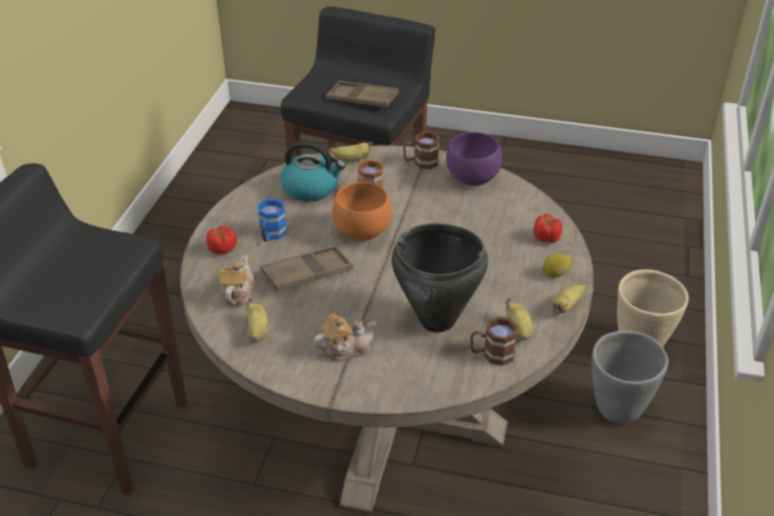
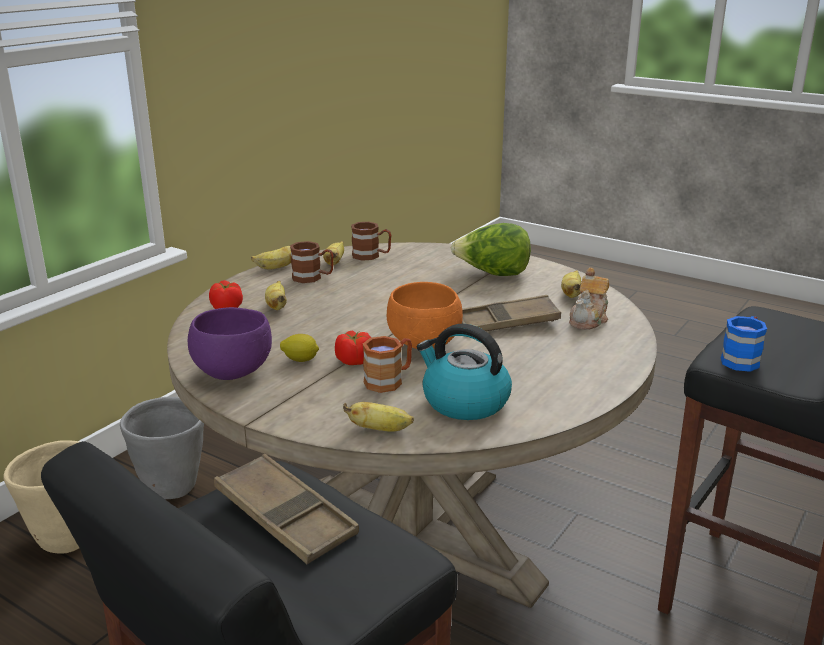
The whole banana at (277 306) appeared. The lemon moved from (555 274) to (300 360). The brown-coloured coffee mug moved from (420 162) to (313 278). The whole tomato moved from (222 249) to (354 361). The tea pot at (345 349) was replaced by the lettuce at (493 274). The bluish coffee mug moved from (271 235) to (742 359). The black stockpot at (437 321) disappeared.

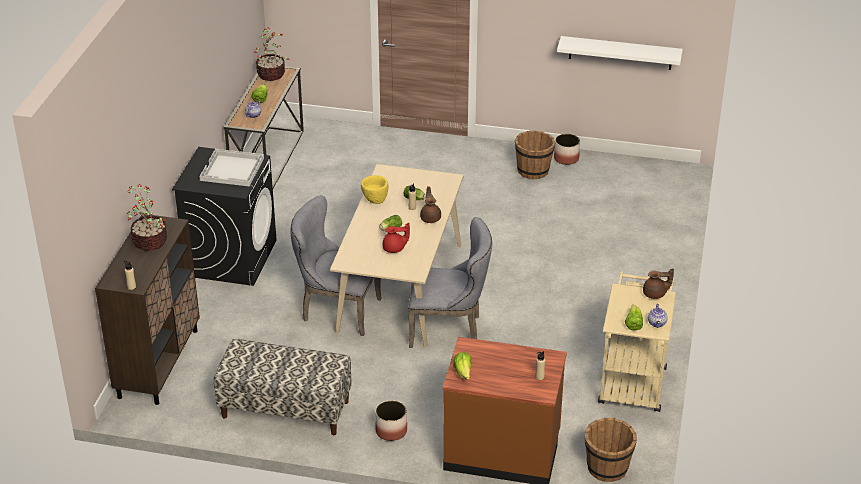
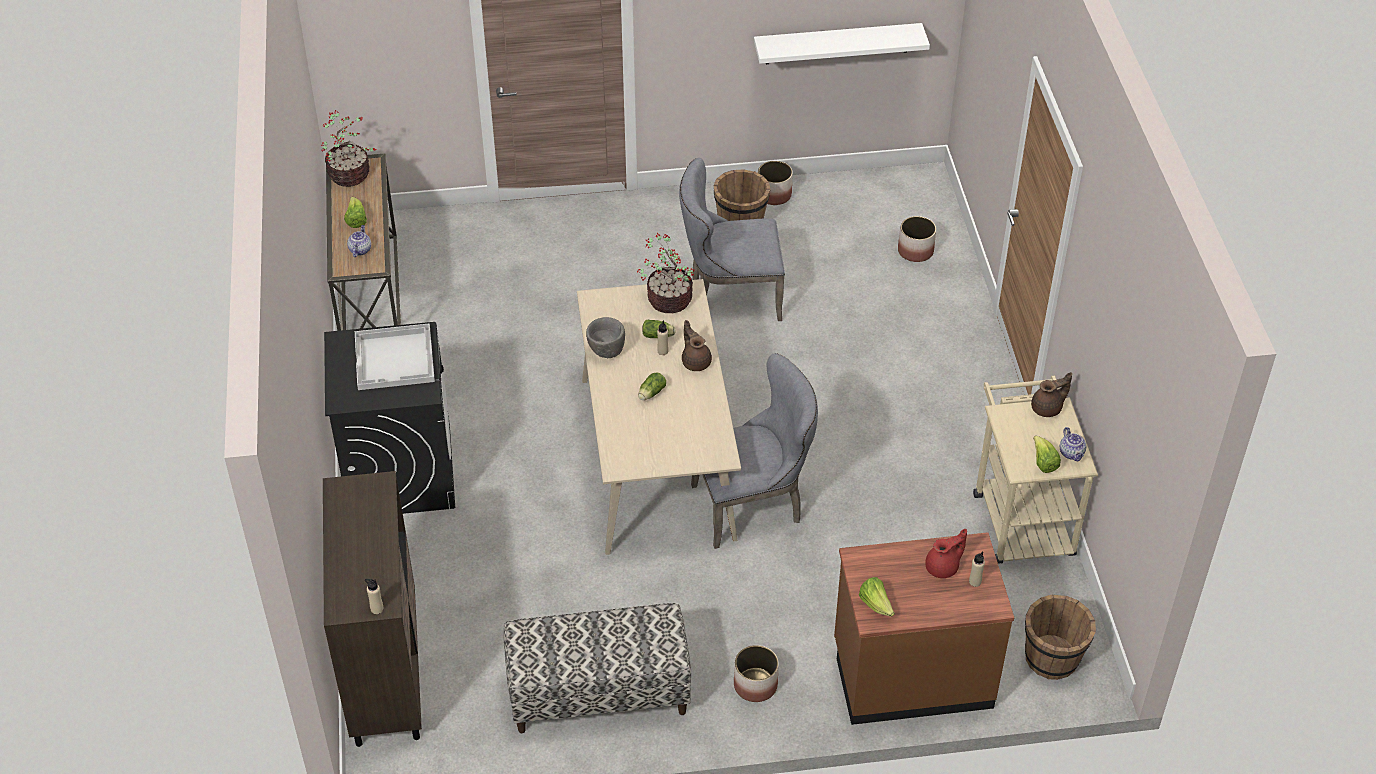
The yellowish bowl at (375 200) became the grey bowl at (606 352). The plant in a pot moved from (149 241) to (668 299). The grey plain chair moved from (336 310) to (729 296). The flower pot at (915 251) appeared. The red-coloured tea pot moved from (395 248) to (943 567).

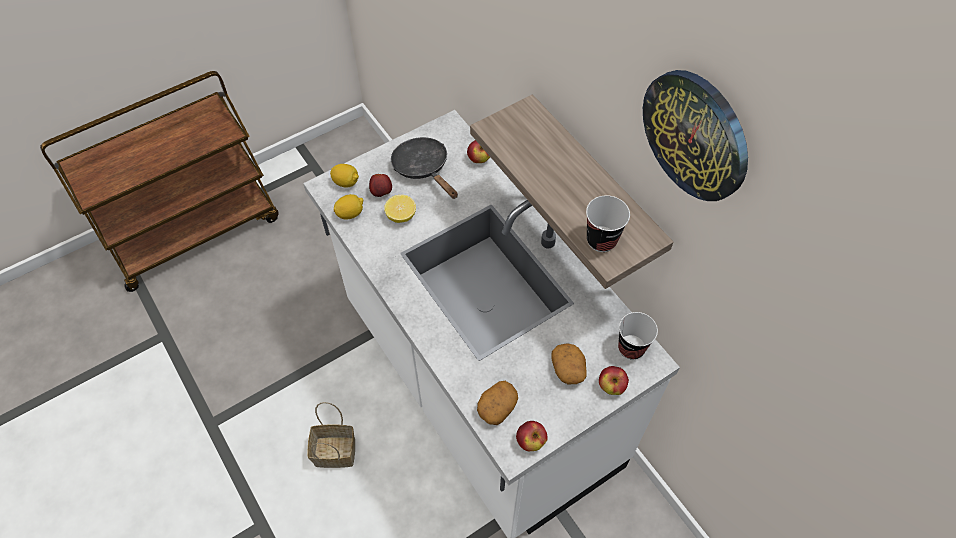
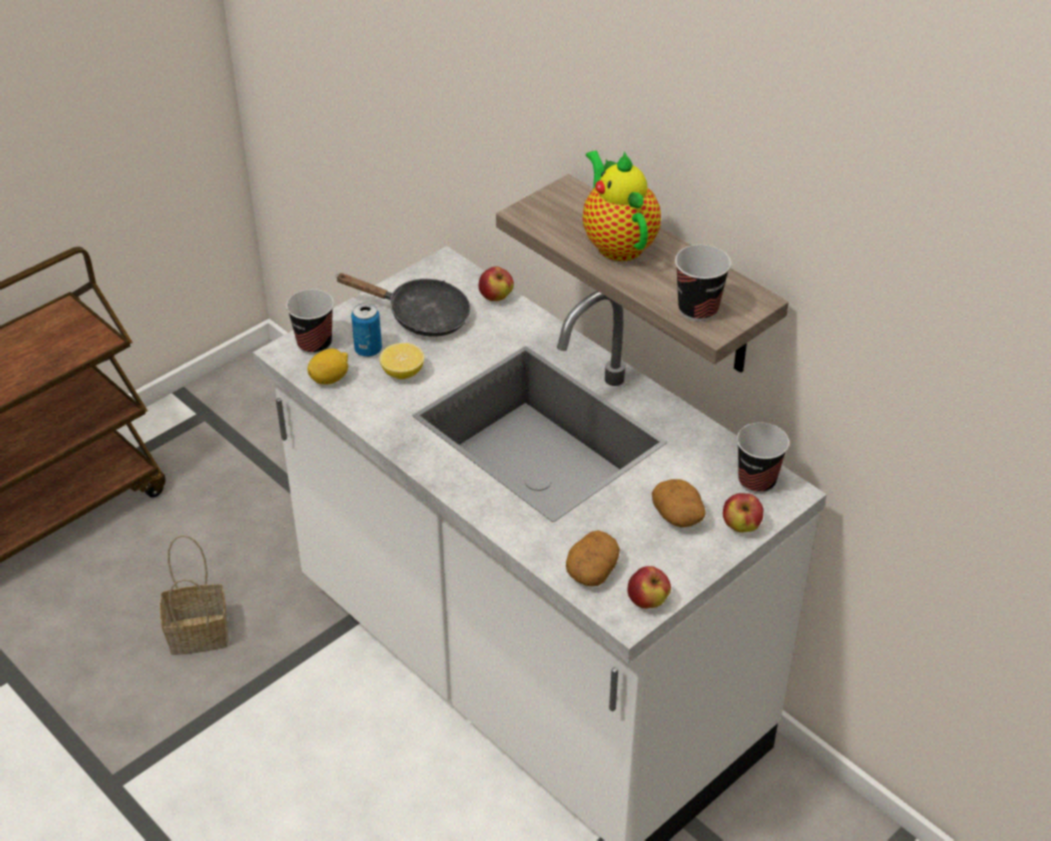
The household basket moved from (336 451) to (200 633). The lemon at (346 182) was replaced by the drinking cup at (314 344). The black frying pan at (423 168) turned 150 degrees clockwise. The apple at (381 192) was replaced by the can at (368 350). The tea pot at (617 243) appeared. The hanging clock at (696 135) disappeared.

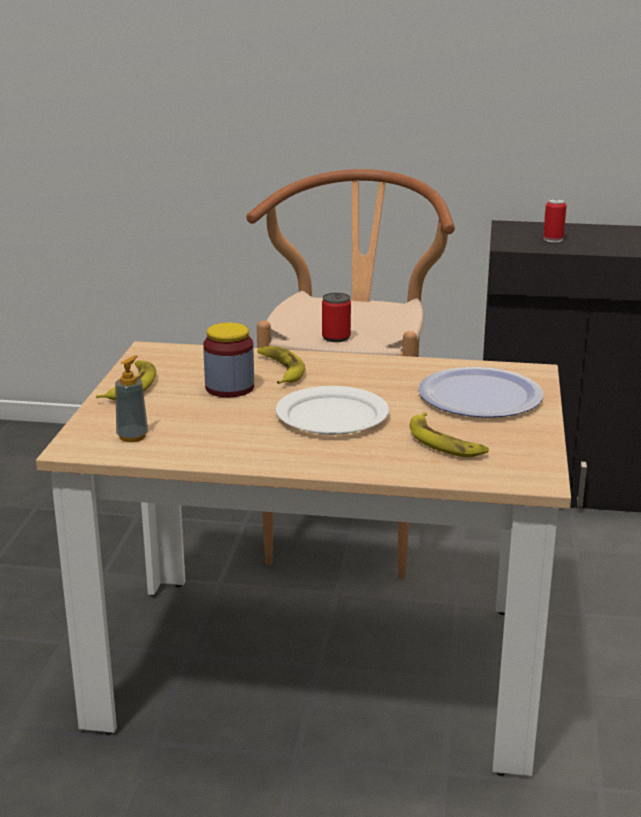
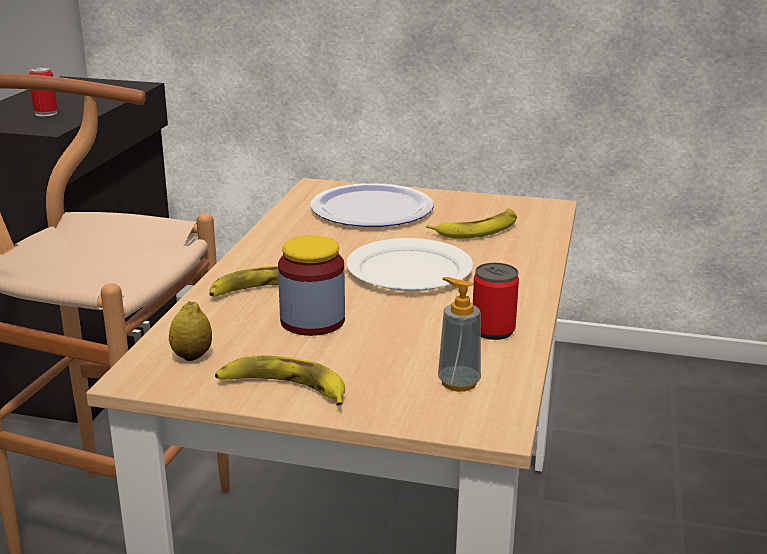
The lemon at (192 356) appeared. The can moved from (336 337) to (493 330).

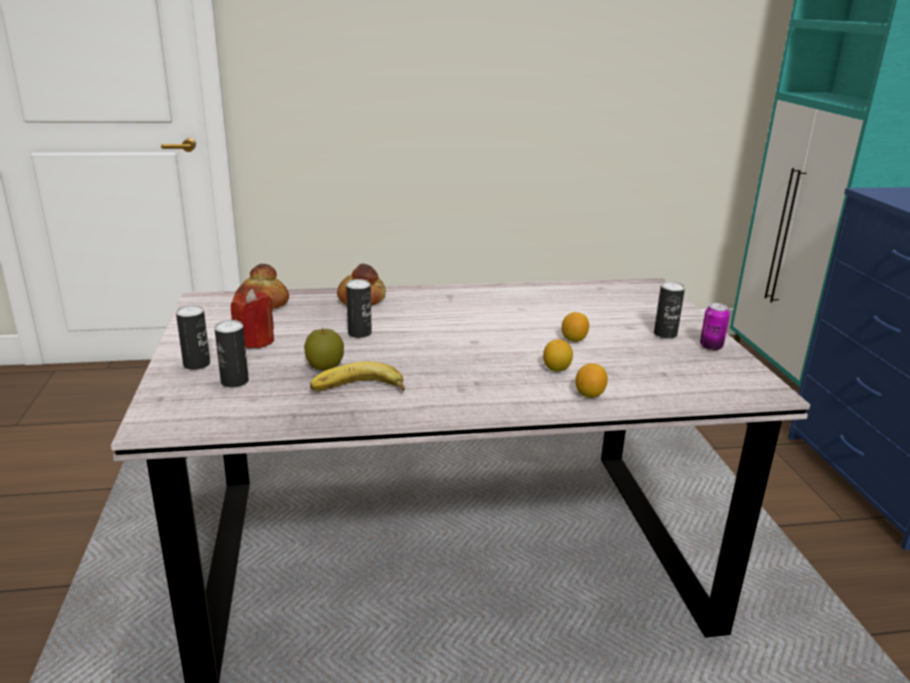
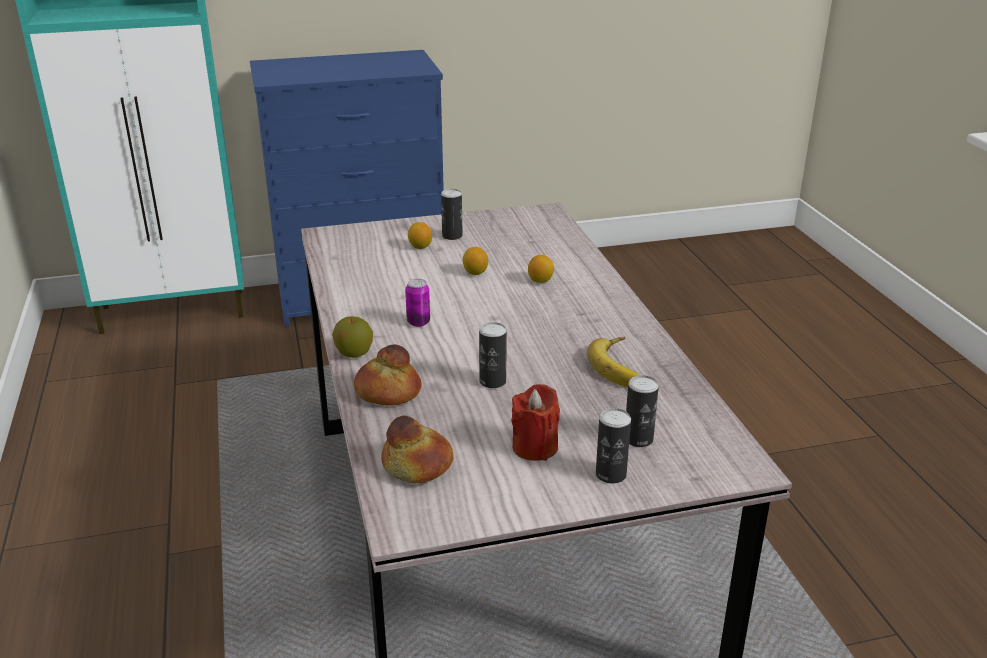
The apple moved from (325 367) to (354 353). The can moved from (711 346) to (418 322). The lemon moved from (589 394) to (420 247).

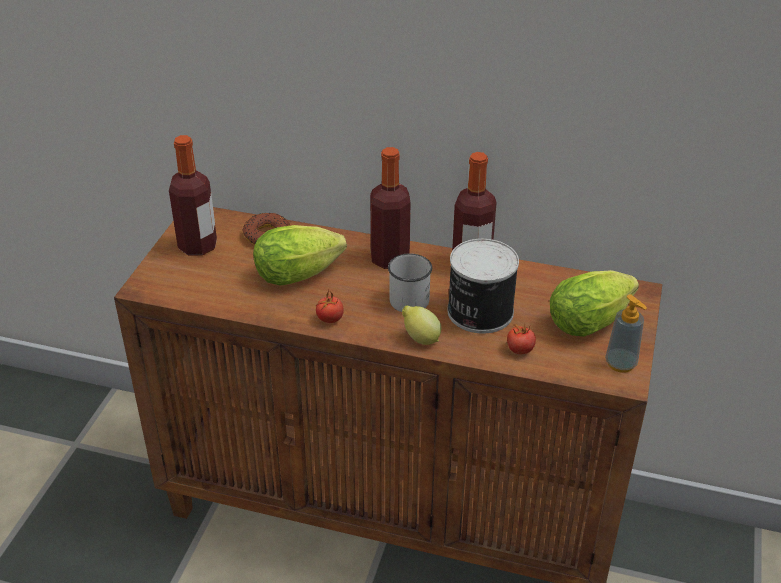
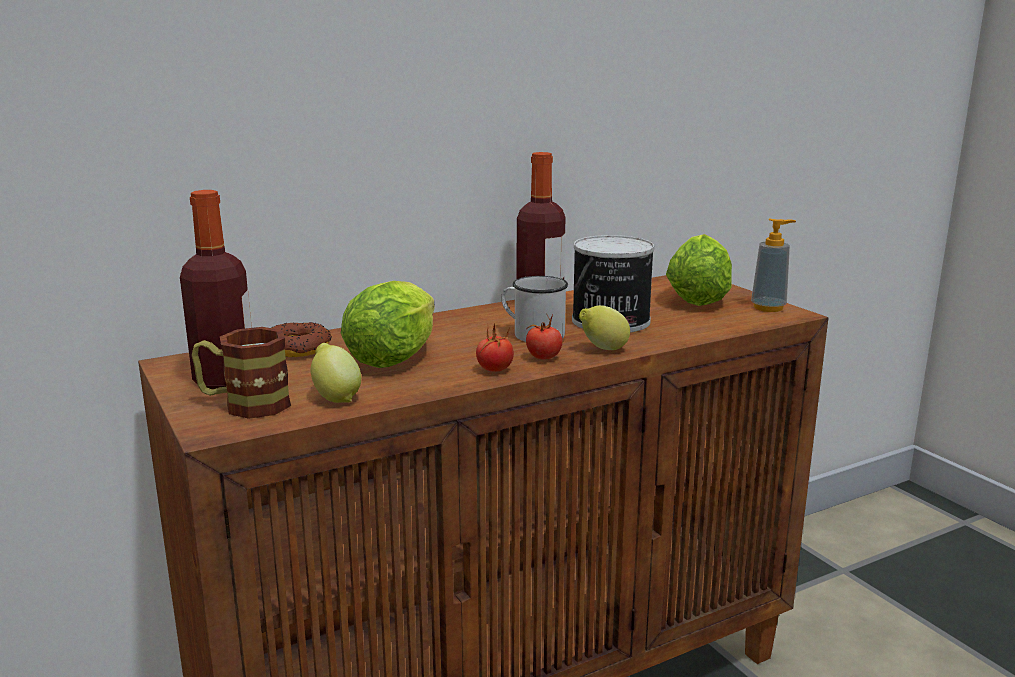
The coffee mug at (244 405) appeared. The lemon at (336 397) appeared. The whole tomato moved from (520 350) to (543 357). The beverage bottle at (390 259) disappeared.

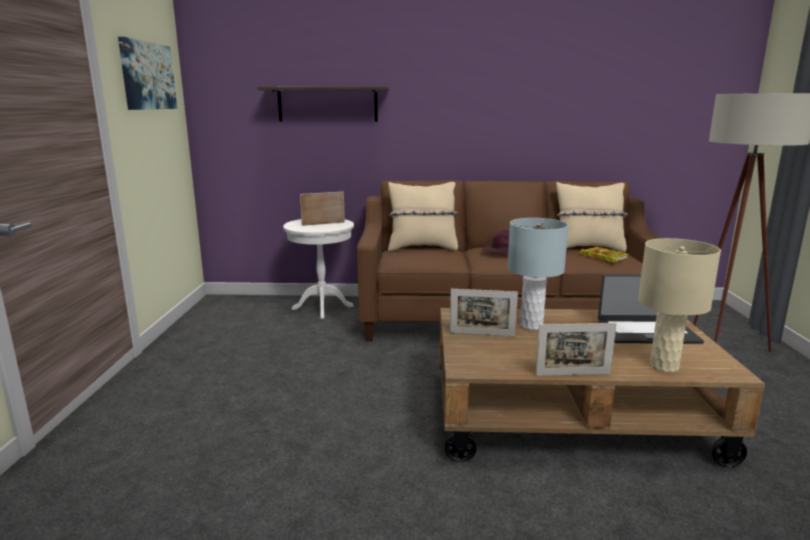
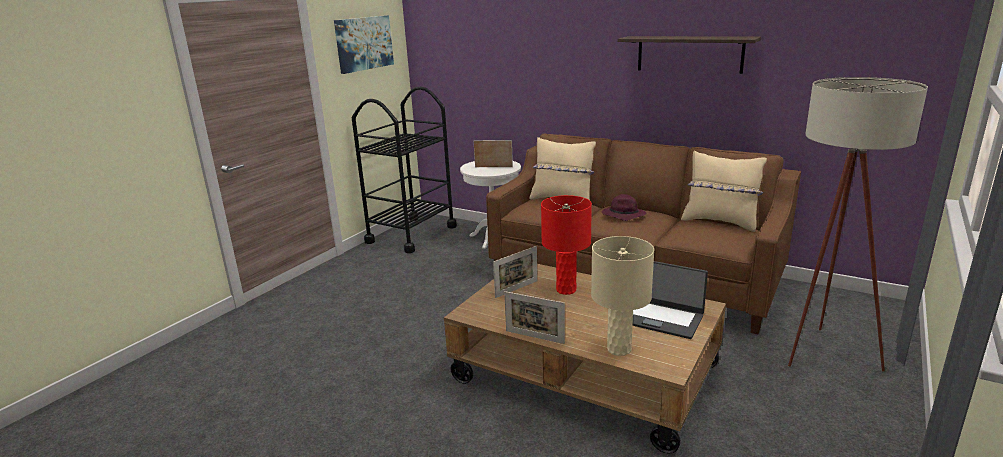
The black wheeled cart at (411 234) appeared. The standing frame at (482 334) turned 75 degrees counterclockwise. The grey tabletop lamp at (531 325) became the red-coloured tabletop lamp at (566 290). The bracket shelf moved from (327 104) to (689 54). The book at (603 256) disappeared.

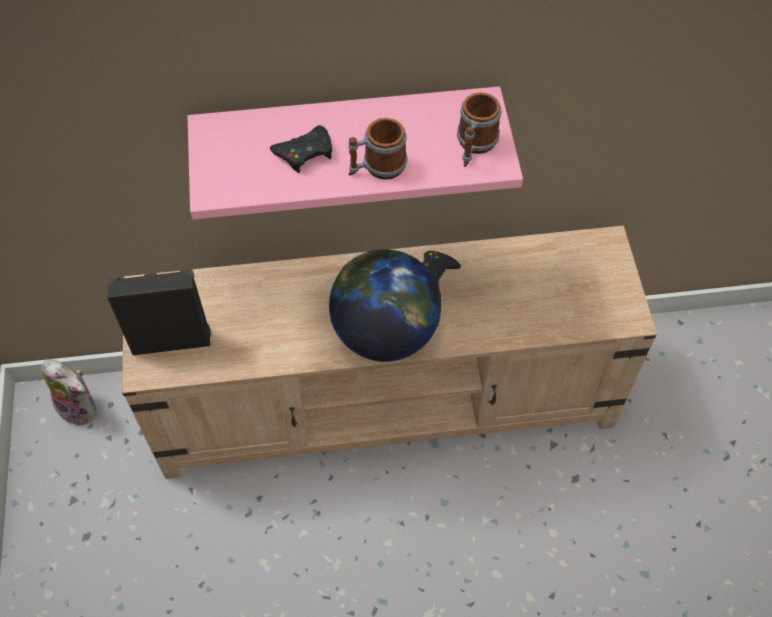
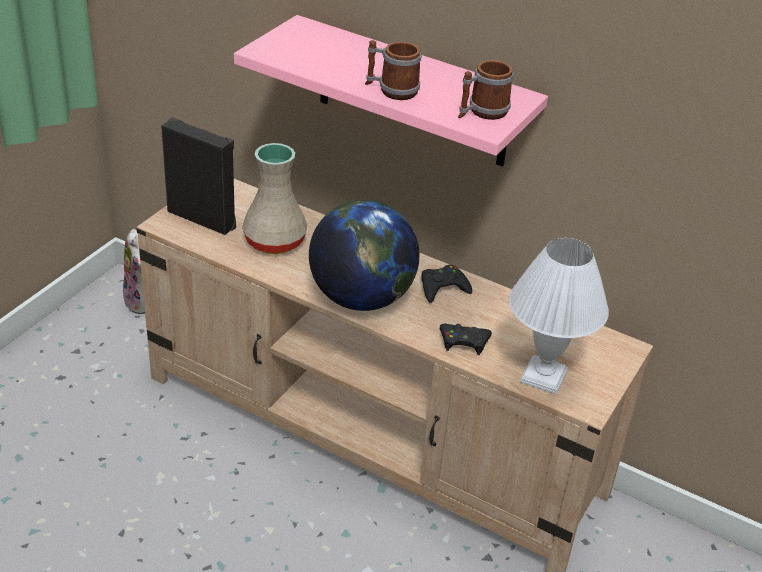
The sand-coloured decorative vase at (276 241) appeared. The black game controller moved from (305 152) to (464 341). The white-coloured tabletop lamp at (543 375) appeared.

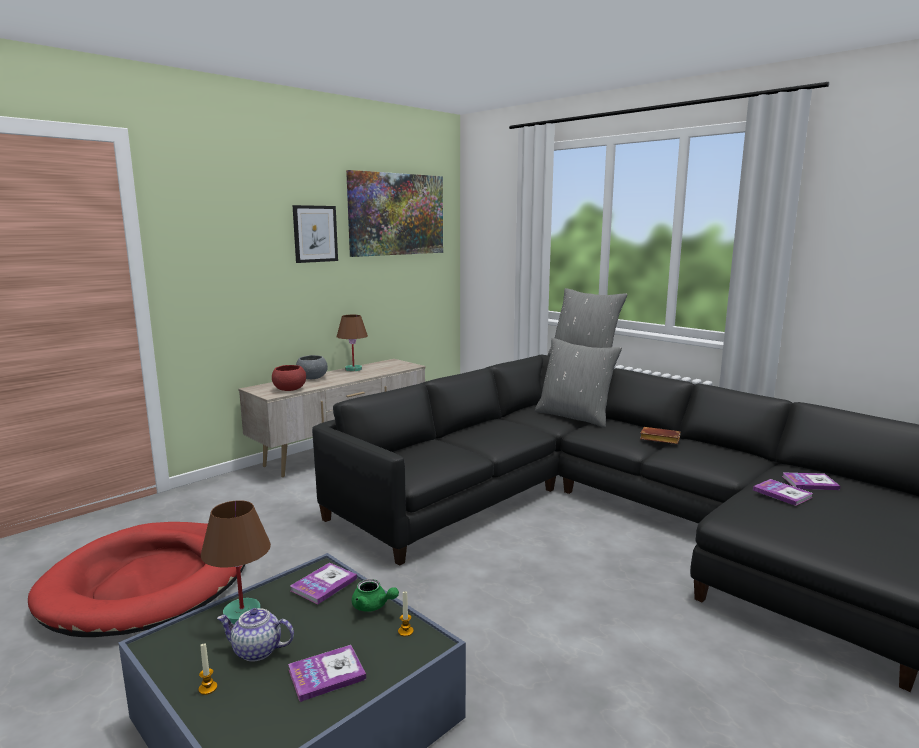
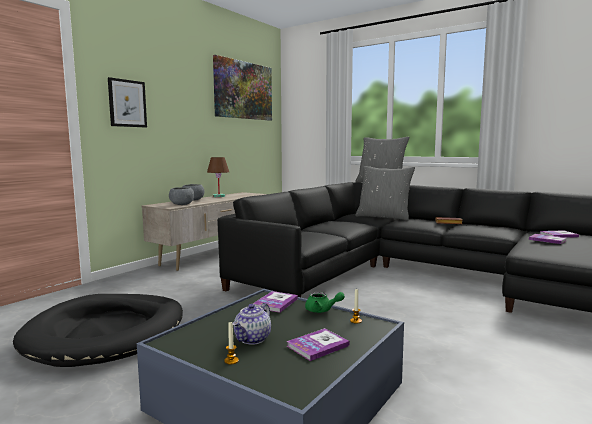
The red-coloured pet bed at (149 583) became the black pet bed at (107 333). The wall picture moved from (315 234) to (127 103). The red-coloured bowl at (289 389) became the grey bowl at (181 204). The tea pot at (256 651) turned 60 degrees counterclockwise. The brown-coloured tabletop lamp at (241 613) disappeared.

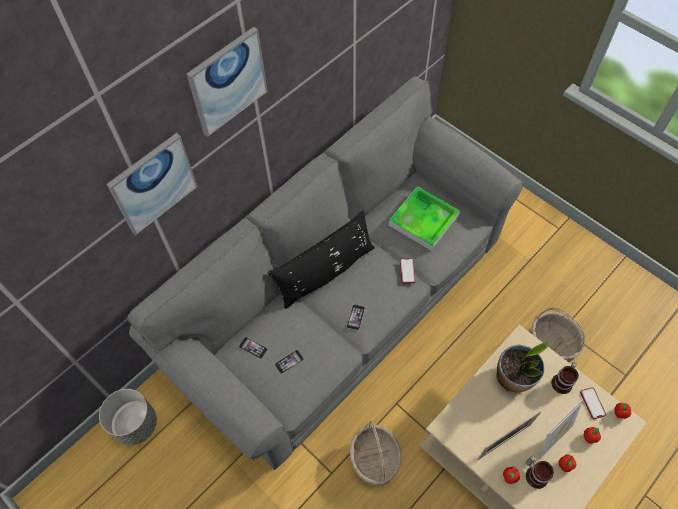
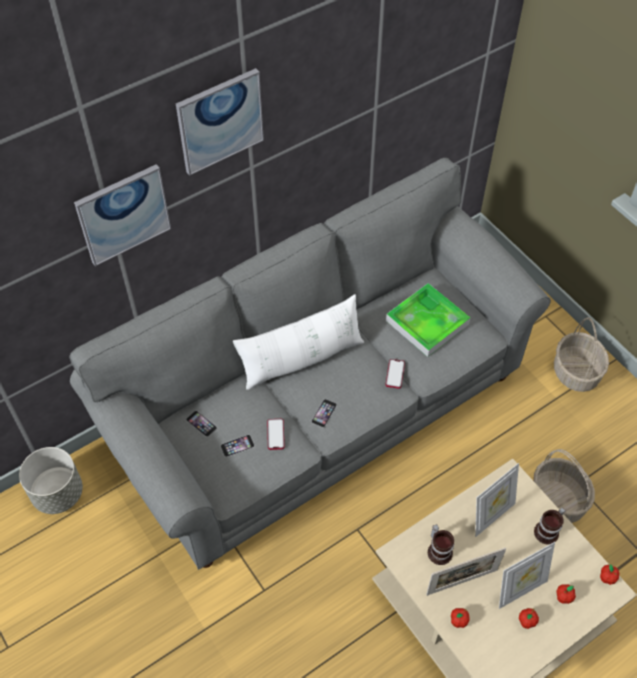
The black throw pillow at (325 272) became the white-coloured throw pillow at (302 359). The telephone moved from (592 403) to (275 434). The coffee mug moved from (536 474) to (439 550). The plant in a pot at (513 378) was replaced by the standing frame at (491 515). The household basket moved from (374 460) to (575 372).

